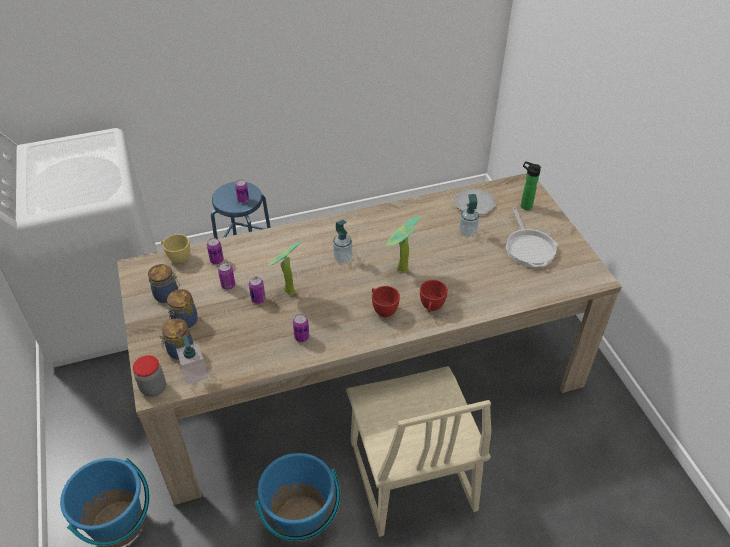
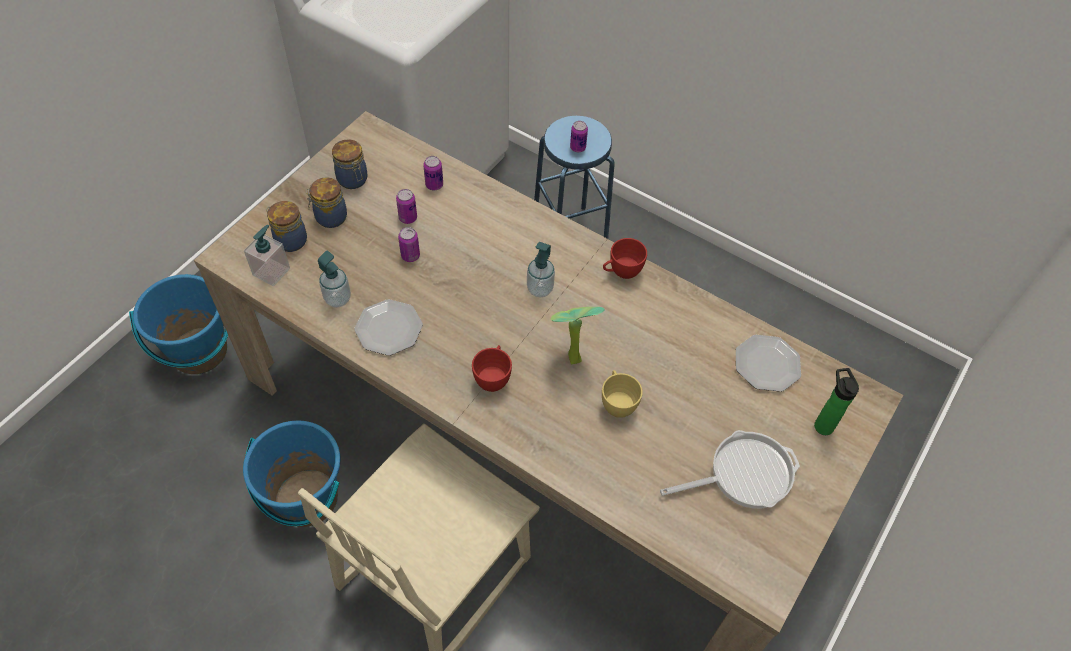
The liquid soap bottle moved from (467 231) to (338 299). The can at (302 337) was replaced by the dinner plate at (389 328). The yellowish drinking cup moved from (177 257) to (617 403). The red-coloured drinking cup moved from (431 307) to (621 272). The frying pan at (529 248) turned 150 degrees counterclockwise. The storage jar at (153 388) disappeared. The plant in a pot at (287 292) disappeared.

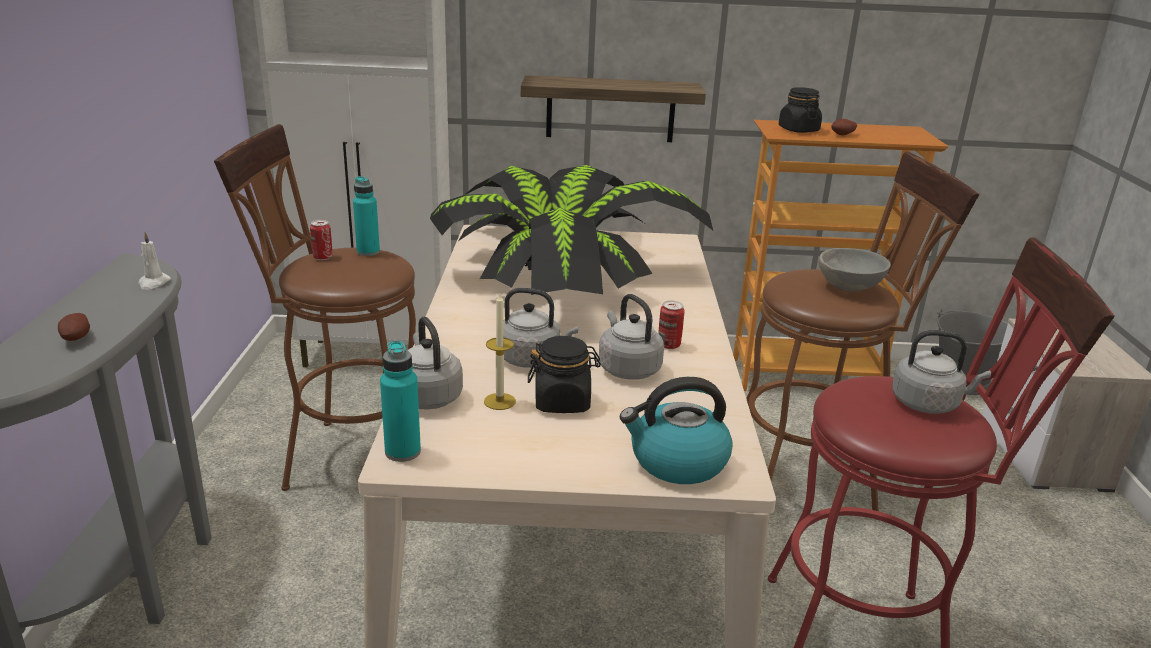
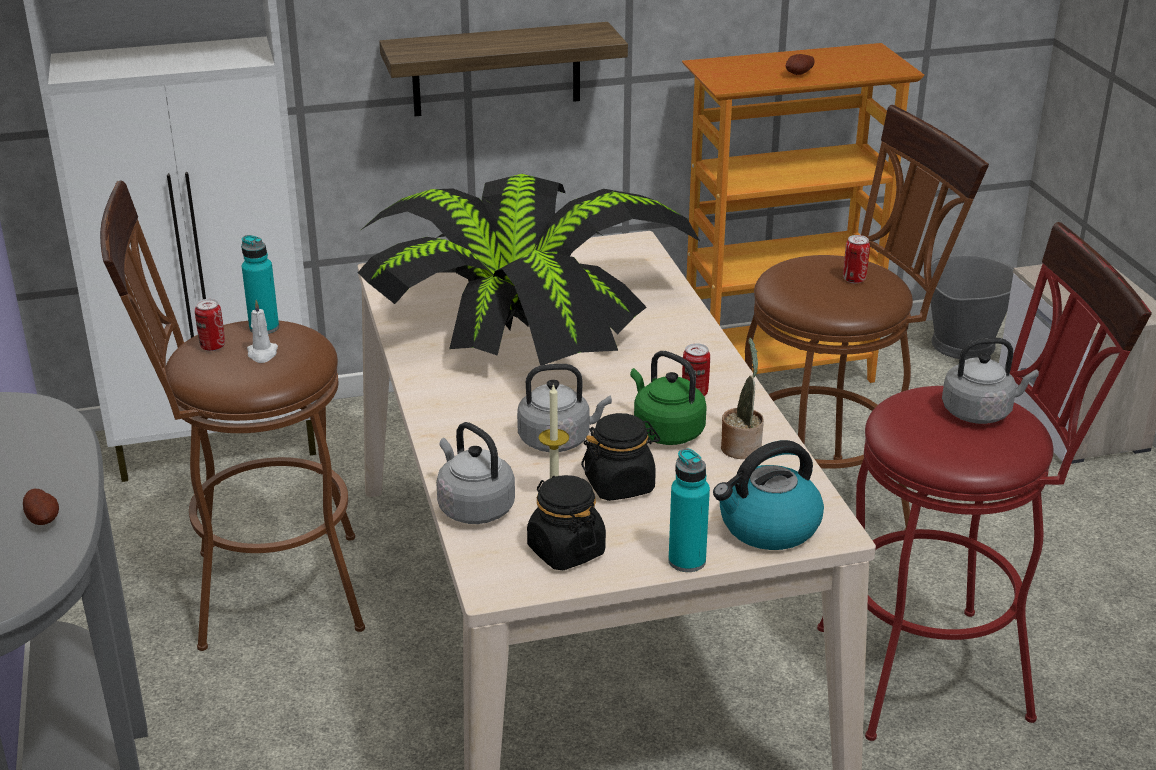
The white-coloured candle moved from (153 283) to (262 354). The black storage jar moved from (798 130) to (565 550). The grey kettle at (627 368) became the green-coloured kettle at (665 431). The turquoise beverage bottle moved from (402 452) to (687 561). The plant in a pot at (741 446) appeared. The grey bowl at (849 288) was replaced by the can at (854 279).

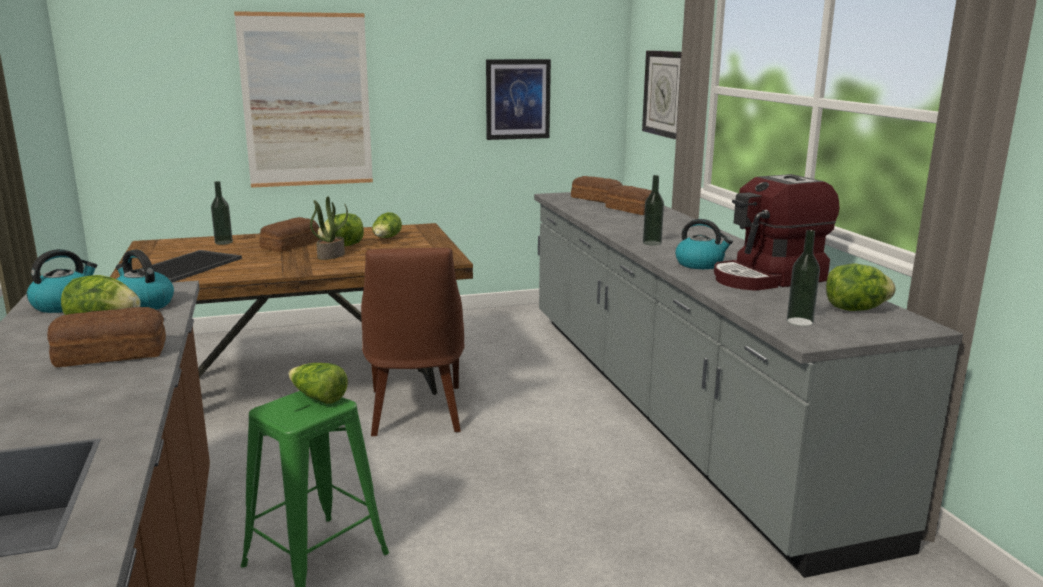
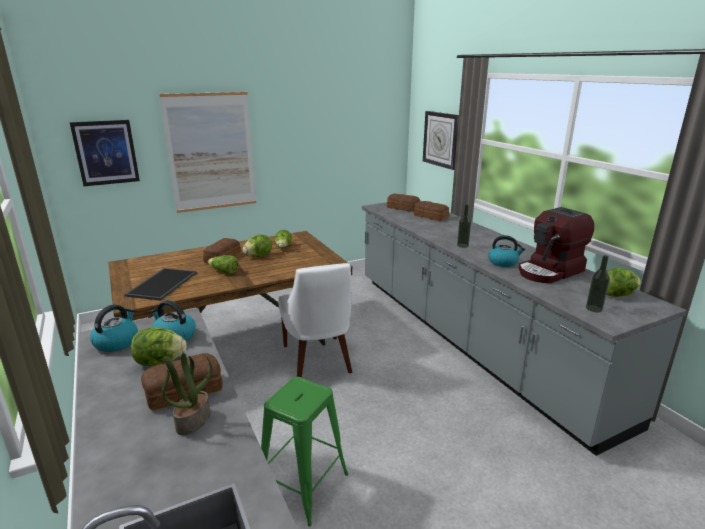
The wall picture moved from (518 99) to (106 152). The plant in a pot moved from (331 255) to (193 420). The lettuce moved from (318 398) to (224 272). The brown-coloured plain chair at (415 413) became the white-coloured plain chair at (318 361). The beverage bottle at (223 242) disappeared.

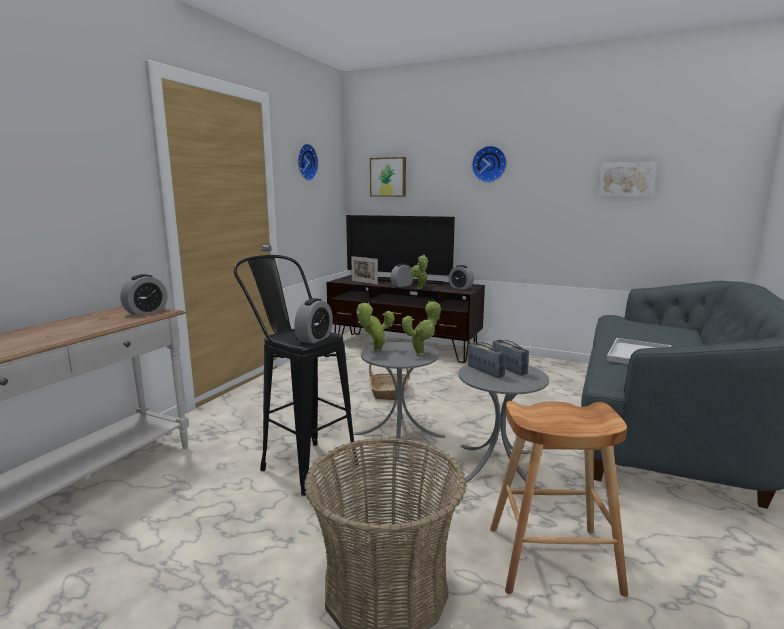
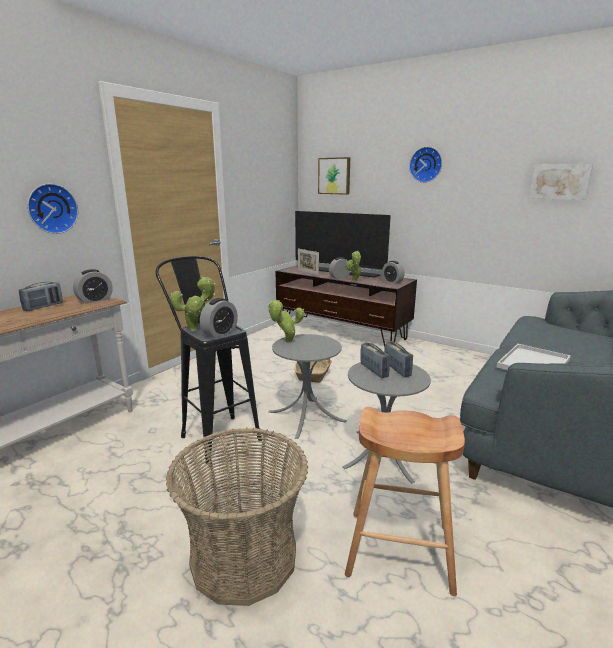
The radio receiver at (43 307) appeared. The hanging clock moved from (305 162) to (51 208). The plant in a pot moved from (422 353) to (196 329).

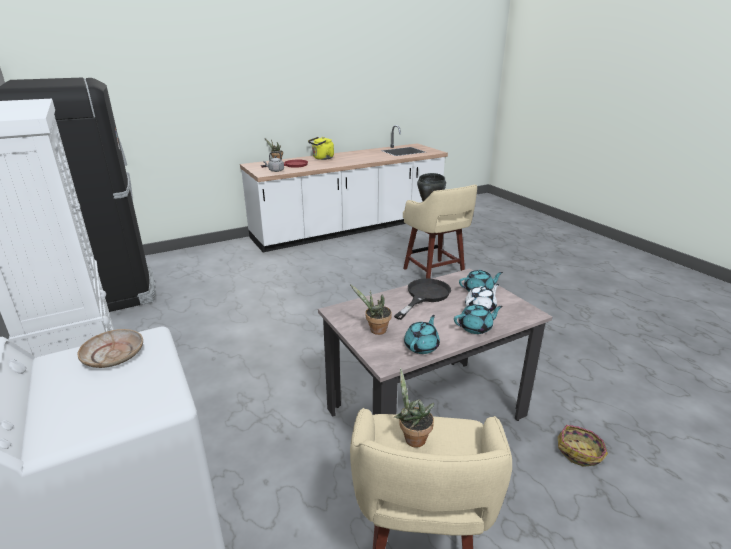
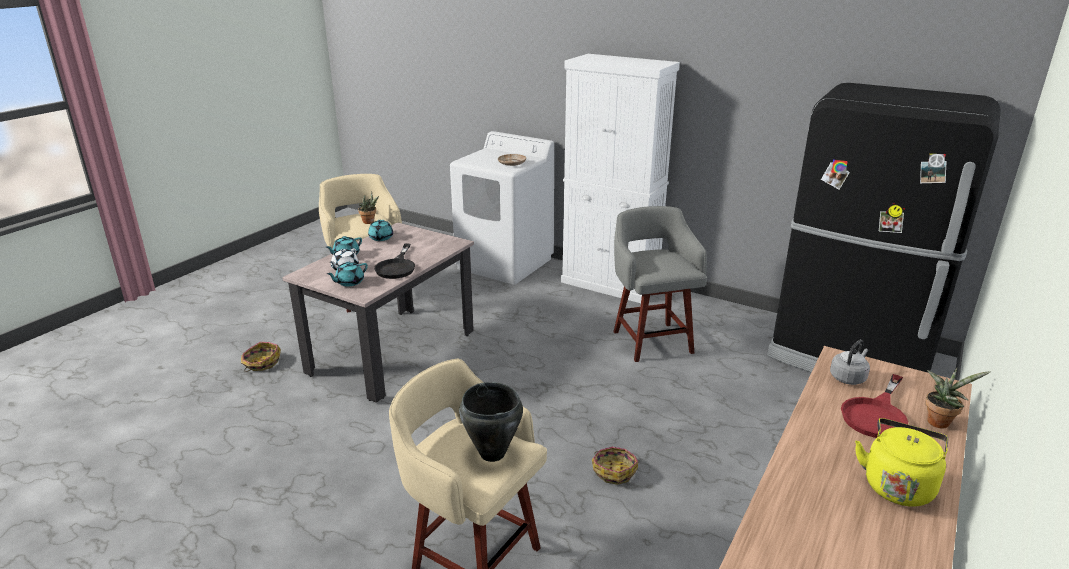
The household basket at (614 471) appeared. The grey stool at (651 340) appeared. The plant in a pot at (375 330) disappeared.

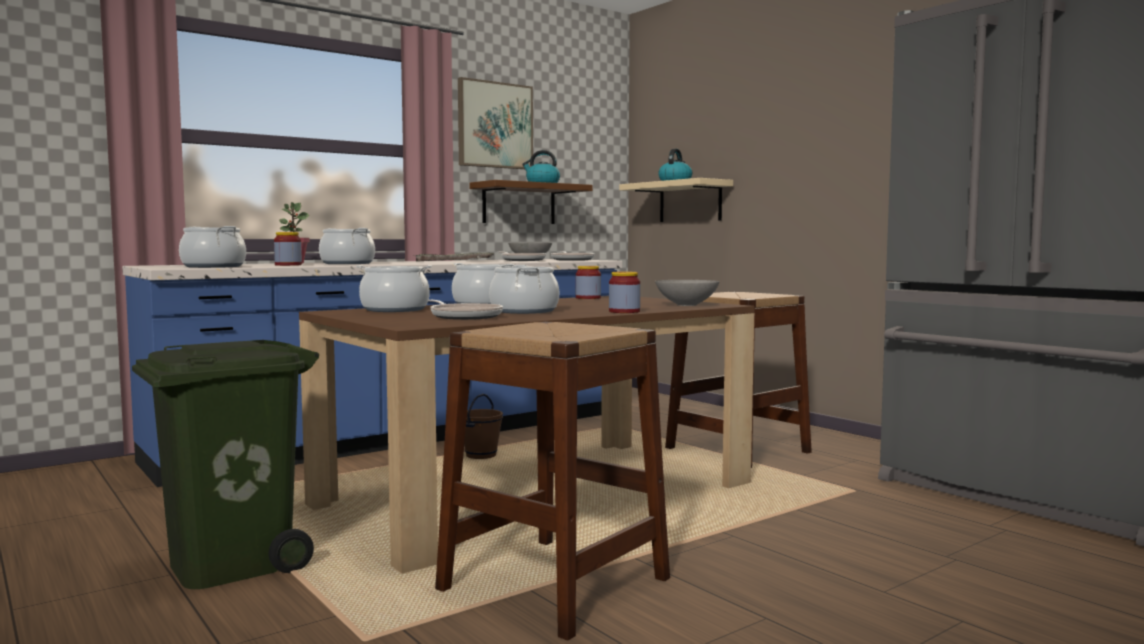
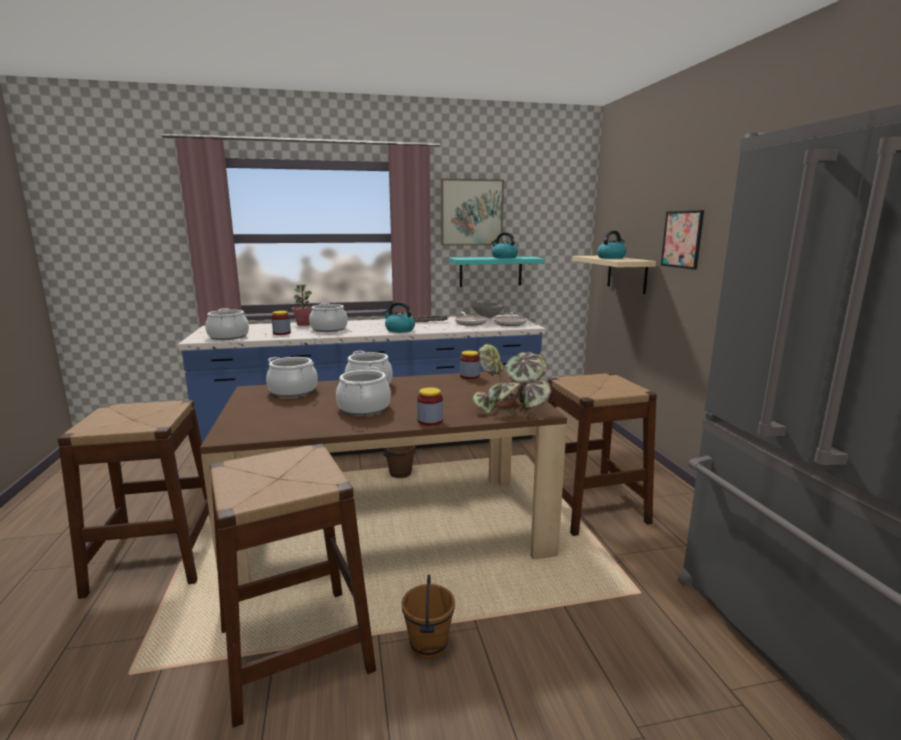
The green-coloured waste bin at (230 563) was replaced by the brown-coloured stool at (156 558). The kettle at (399 330) appeared. The brown-coloured pail at (429 645) appeared. The brown-coloured bracket shelf at (519 204) became the turquoise bracket shelf at (490 271). The grey bowl at (688 305) was replaced by the plant in a pot at (512 408). The wall picture at (682 239) appeared. The frying pan at (464 317) disappeared.

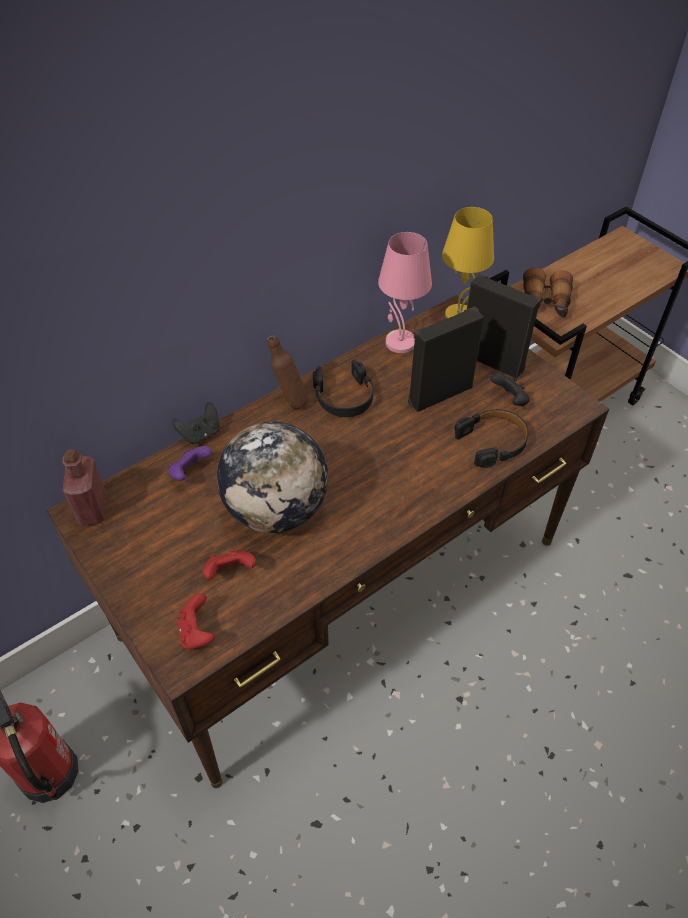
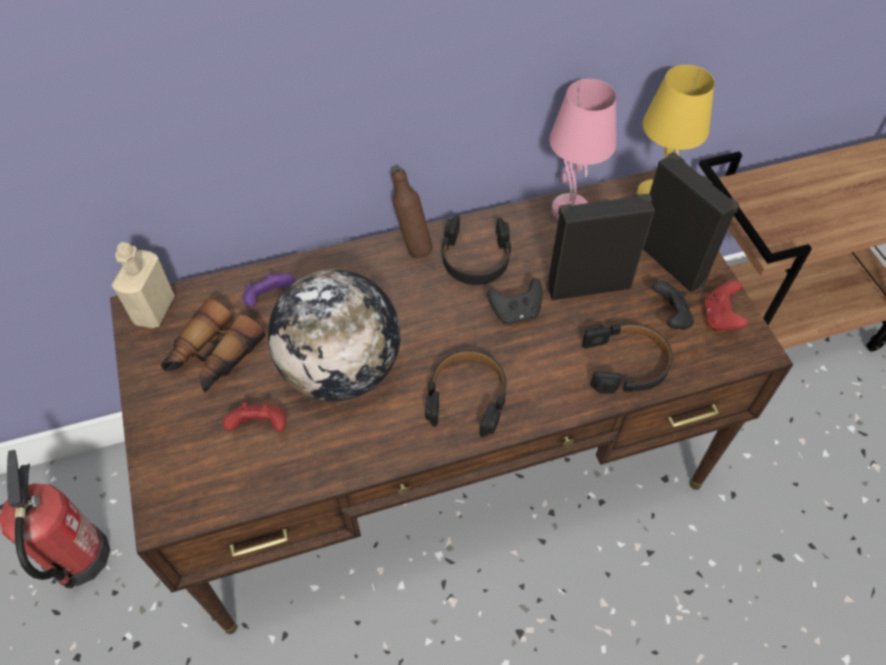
The red-coloured beverage bottle at (92 509) became the sand-coloured beverage bottle at (154 310). The field glasses moved from (545 303) to (213 357). The black pair of headphones at (467 396) appeared. The black game controller moved from (200 434) to (515 312). The red-coloured game controller moved from (196 632) to (720 318).

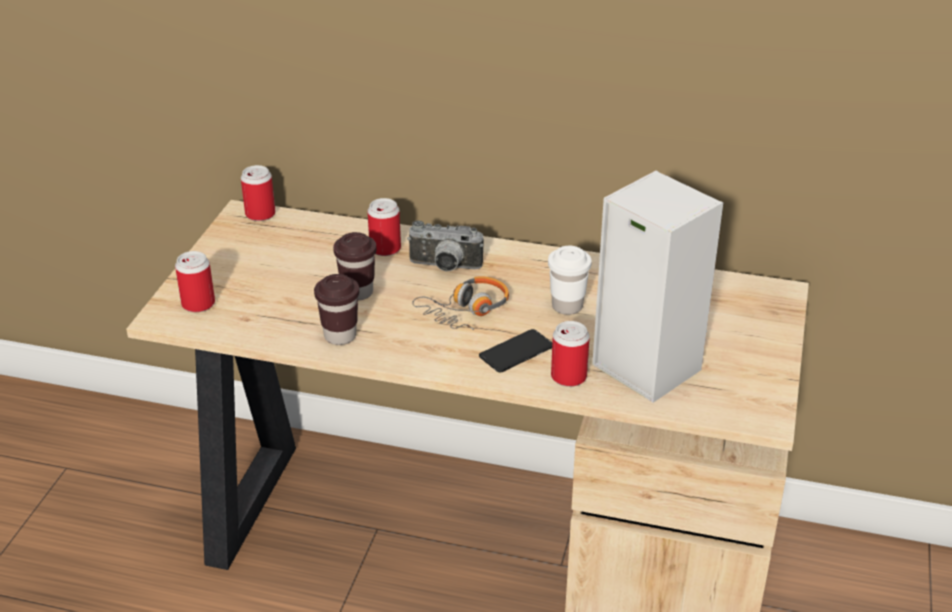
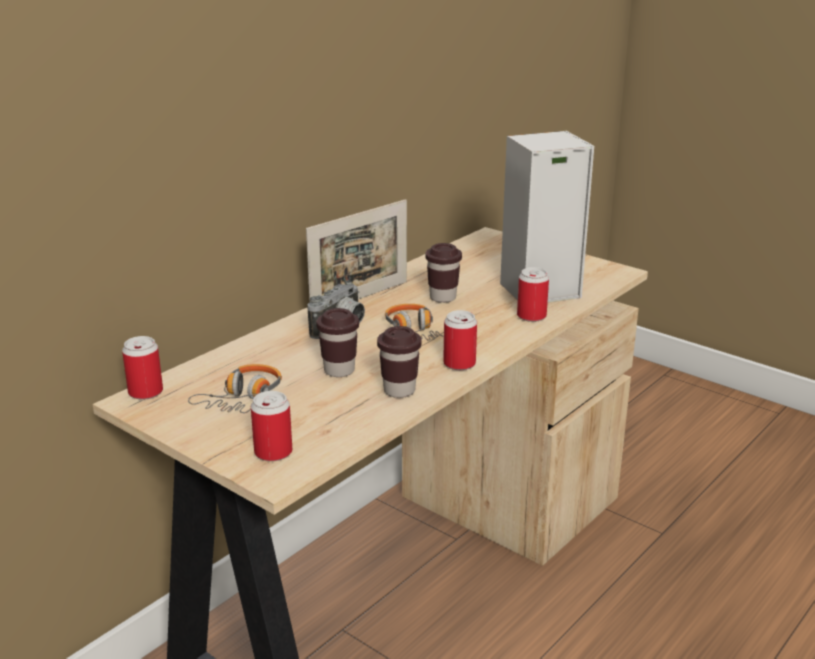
The pair of headphones at (243 399) appeared. The standing frame at (360 298) appeared. The white-coloured drinking cup at (567 306) became the brown-coloured drinking cup at (442 297). The can moved from (385 249) to (459 364). The telephone at (516 352) disappeared.

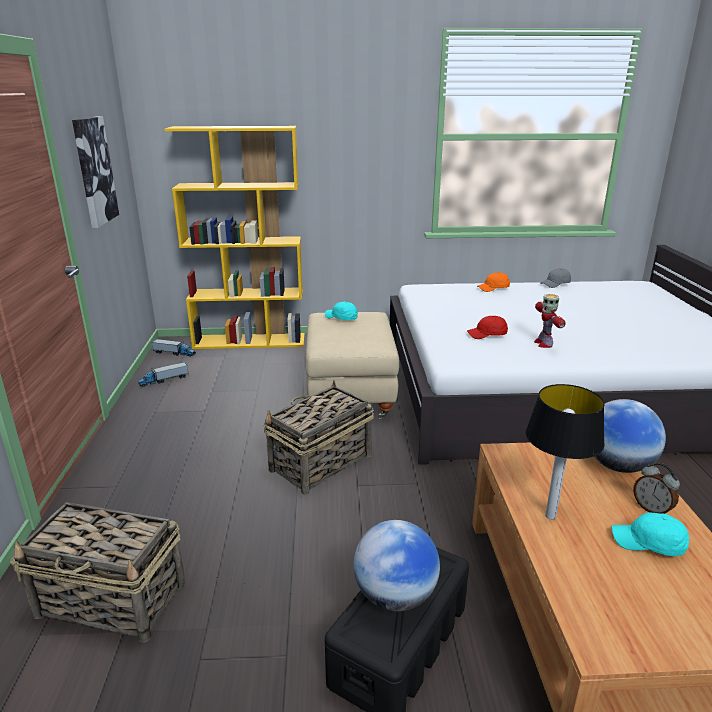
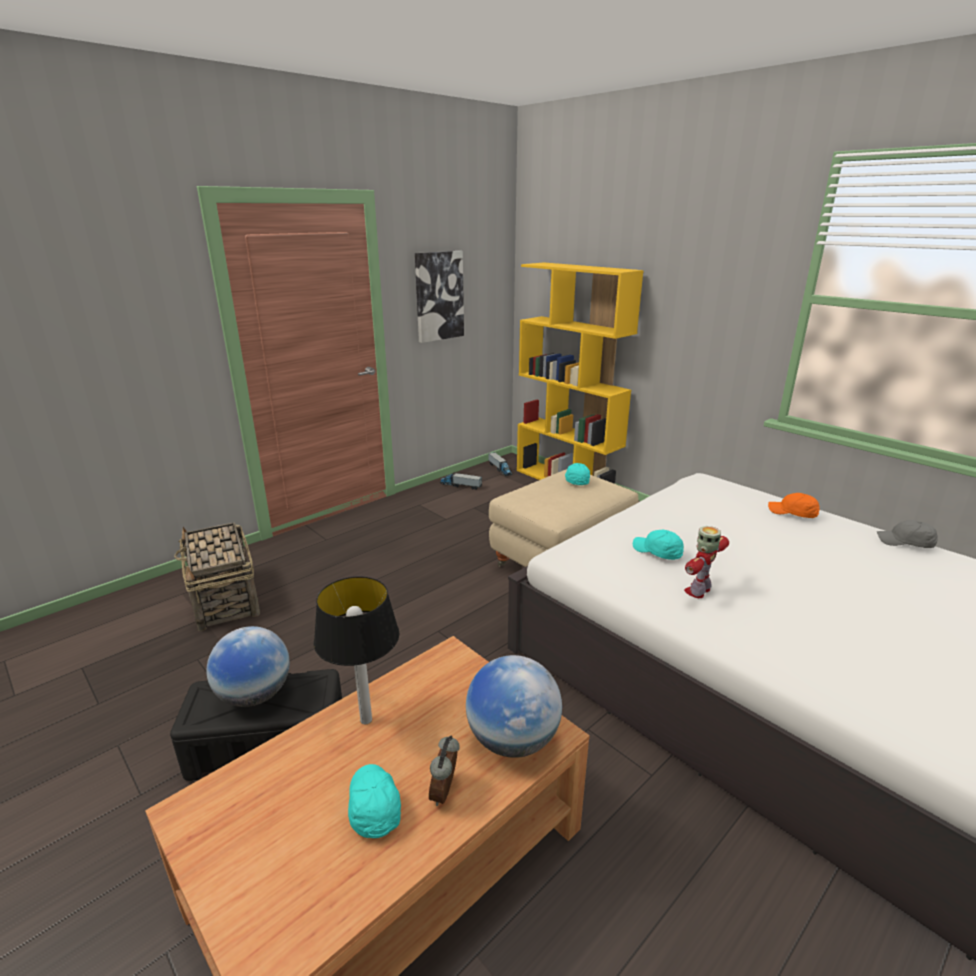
The red-coloured peaked cap at (487 335) became the turquoise peaked cap at (657 552). The household basket at (320 463) disappeared.

